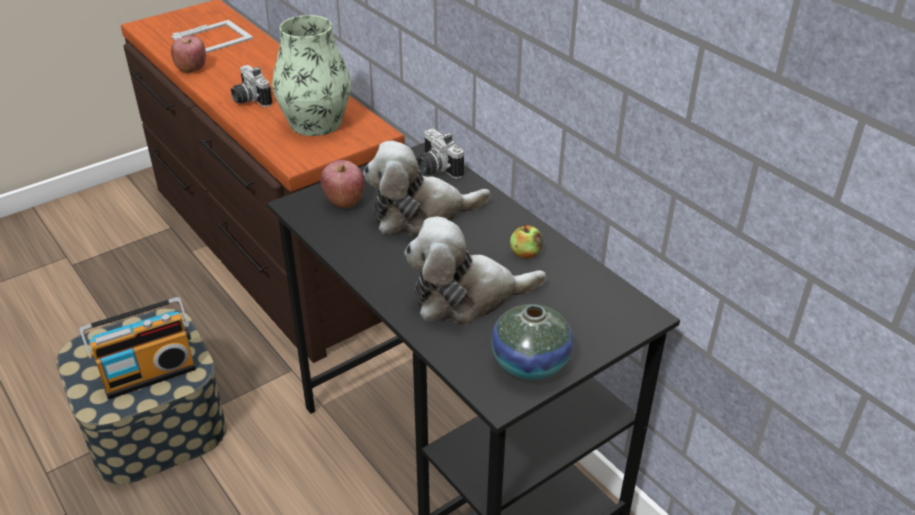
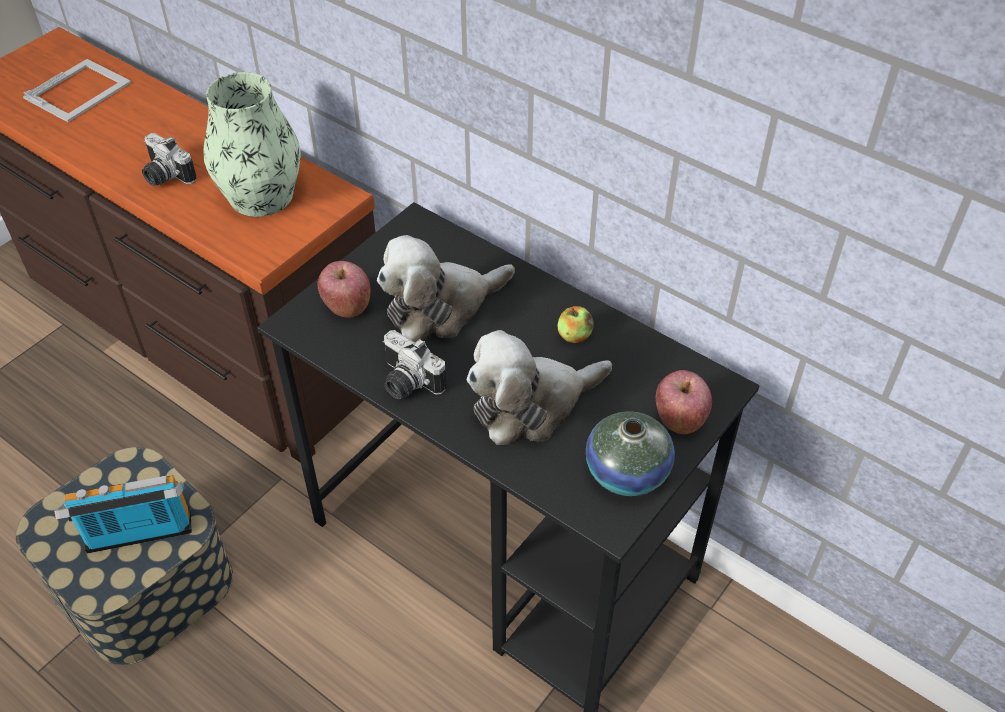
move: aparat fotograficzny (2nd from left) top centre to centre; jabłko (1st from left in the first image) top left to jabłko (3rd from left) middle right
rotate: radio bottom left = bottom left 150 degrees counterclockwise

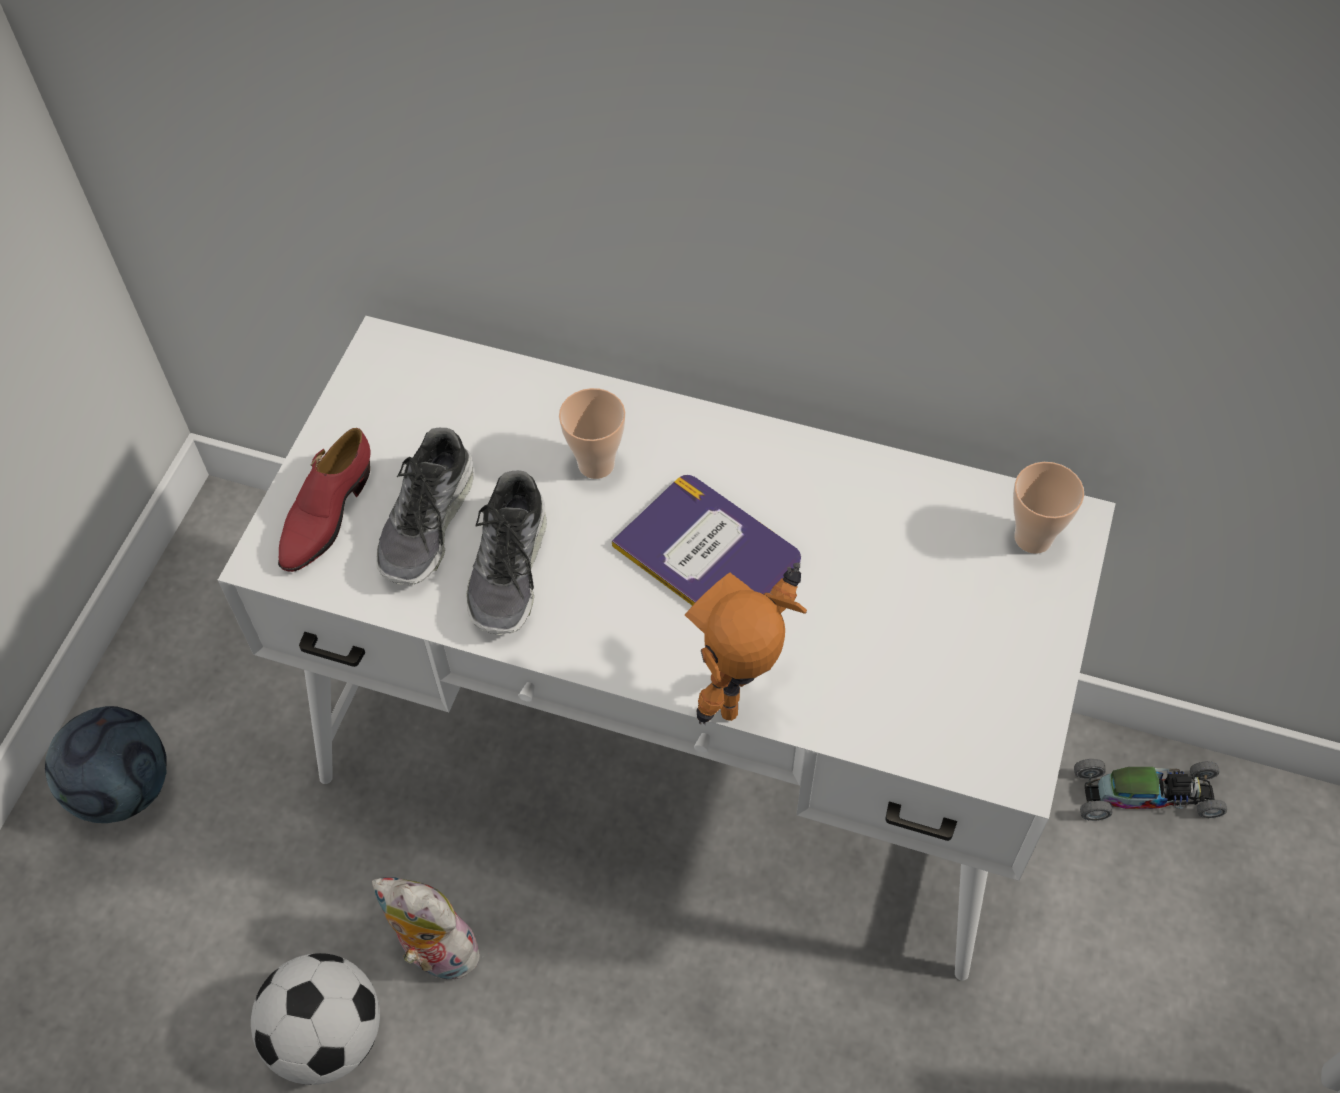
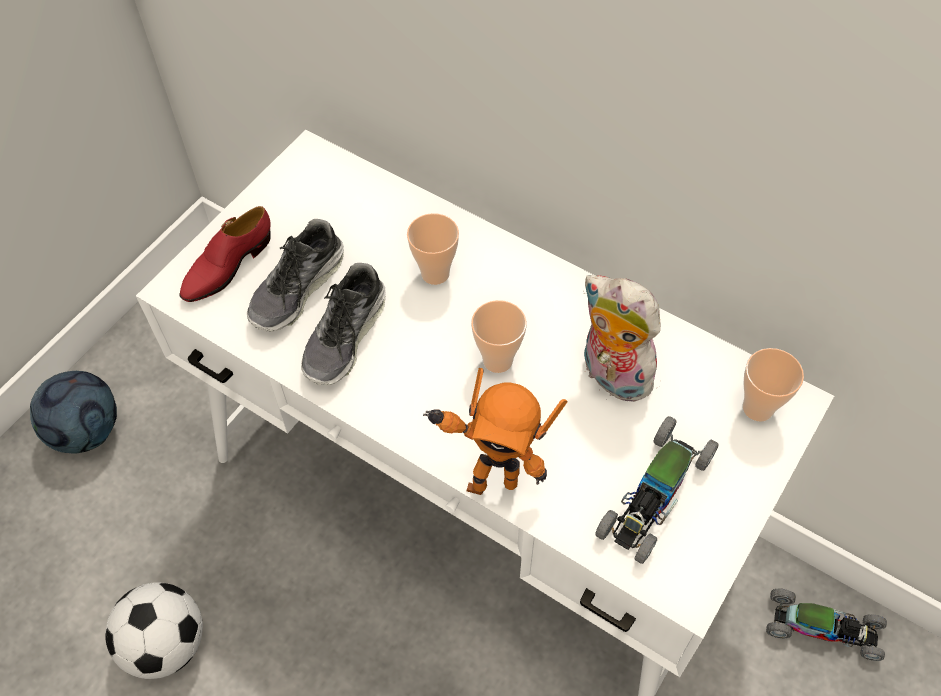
insert: samochodzik (1st from left) bottom right
move: pluszak bottom left to centre
replace: książka centre to filiżanka (2nd from left) centre
rotate: robot zabawkowy centre = centre 135 degrees counterclockwise

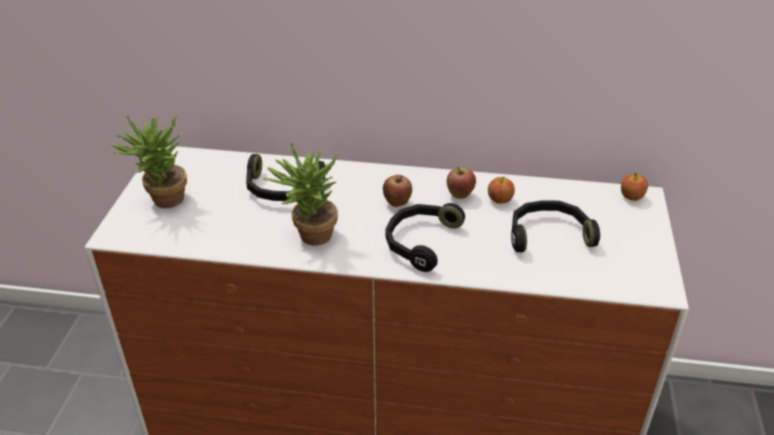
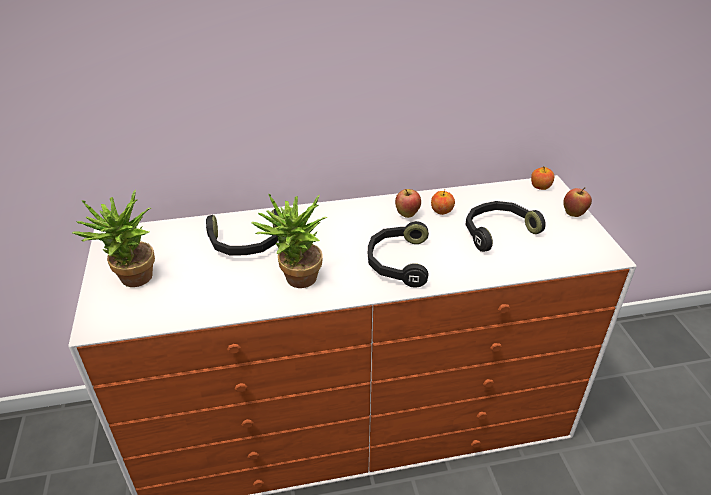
move: jabłko (1st from left in the first image) centre to jabłko (4th from left) middle right

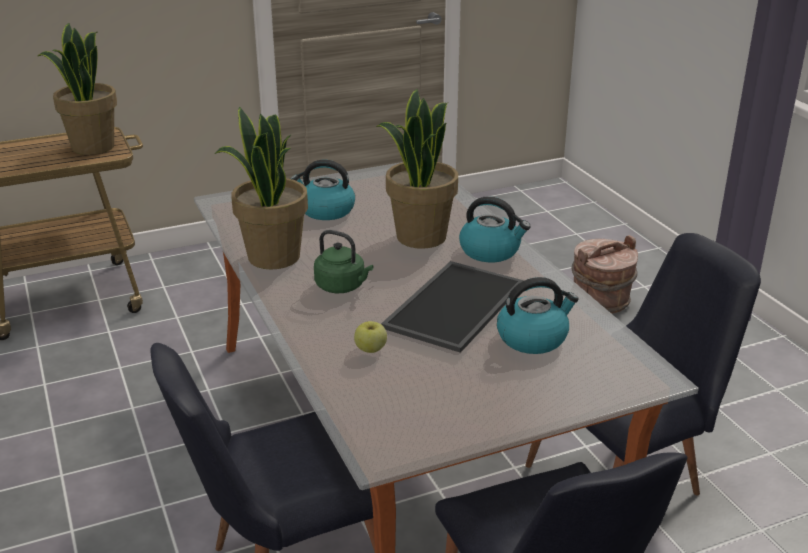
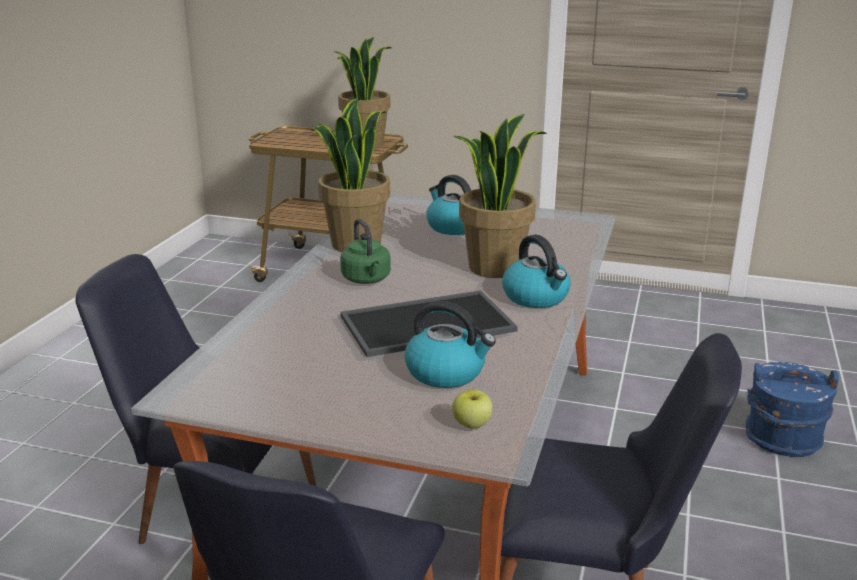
move: jabłko centre to bottom centre
recolor: wiadro [brązowy] middle right to wiadro [niebieski] bottom right

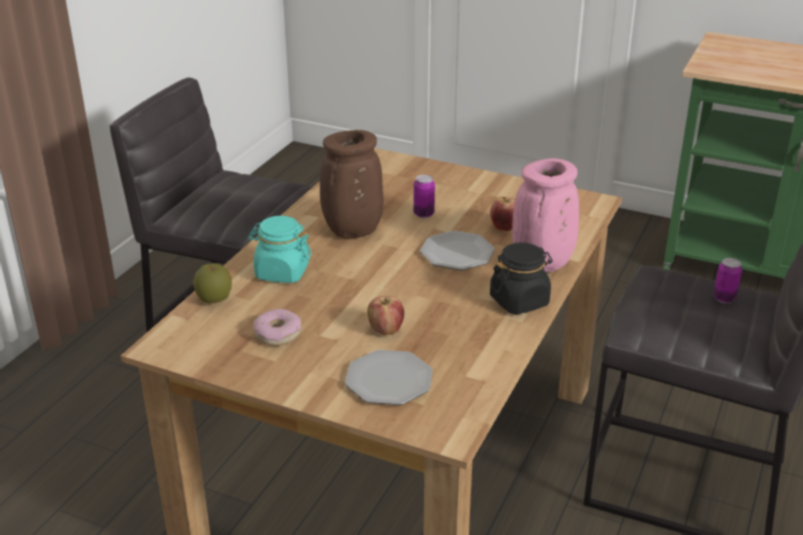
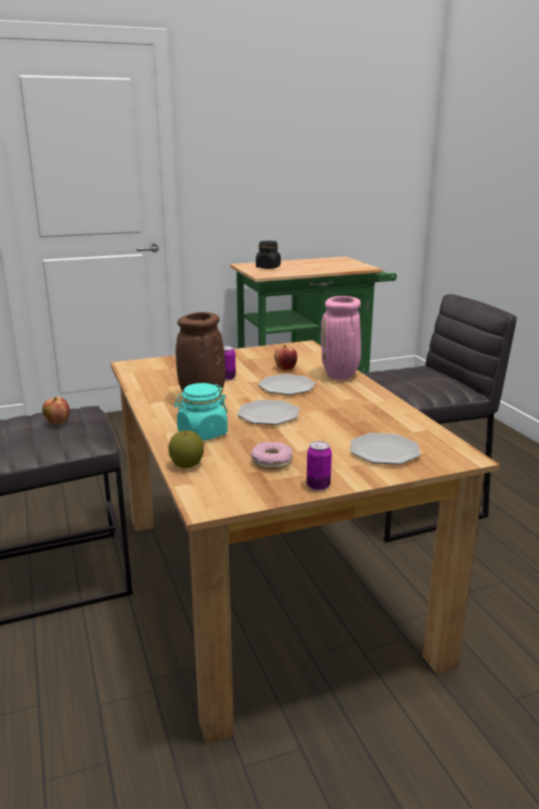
insert: talerz (1st from left) centre
move: jabłko (2nd from left in the first image) centre to jabłko (1st from left) middle left; słoik [czarny] centre to top centre; puszka (2nd from left) middle right to centre

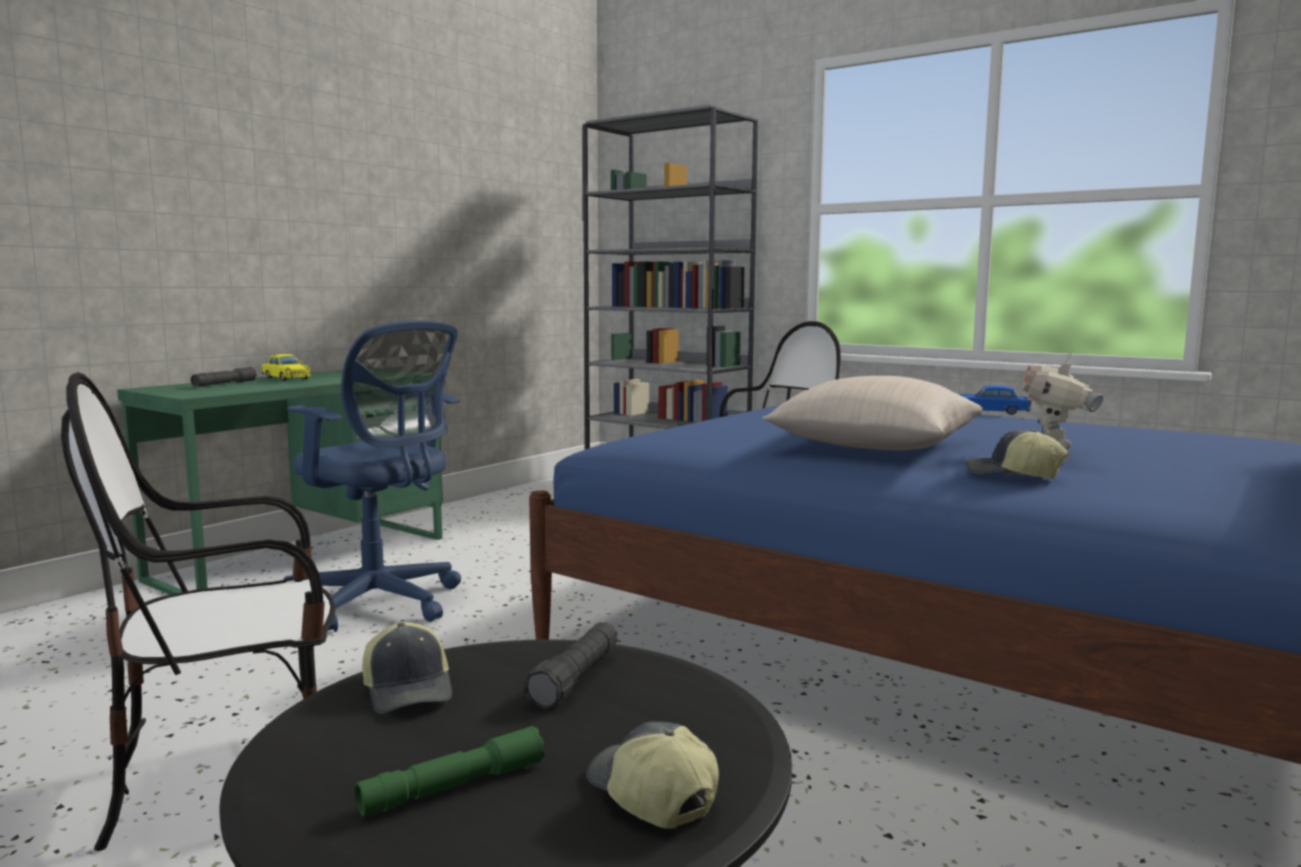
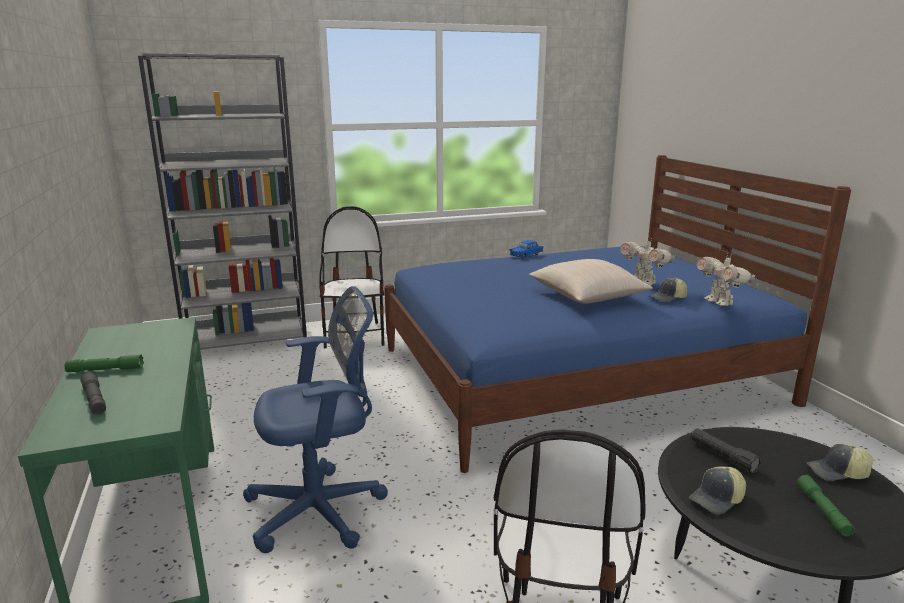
insert: robot zabawkowy (2nd from left) middle right
replace: samochodzik [żółty] middle left to latarka [zielony] (1st from left) middle left
rotate: czapka z daszkiem (1st from left in the first image) bottom left = bottom right 135 degrees clockwise

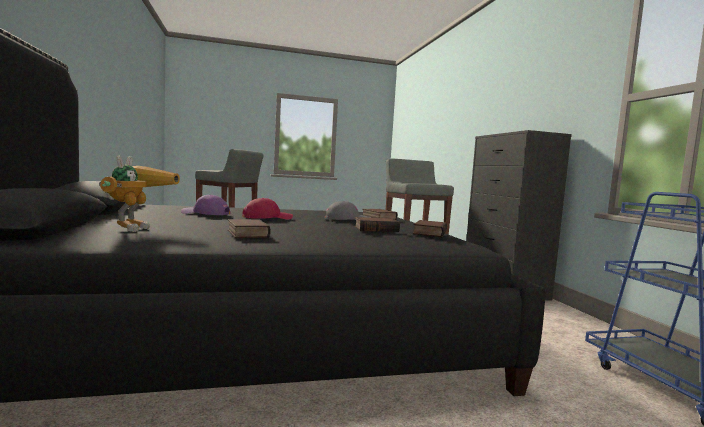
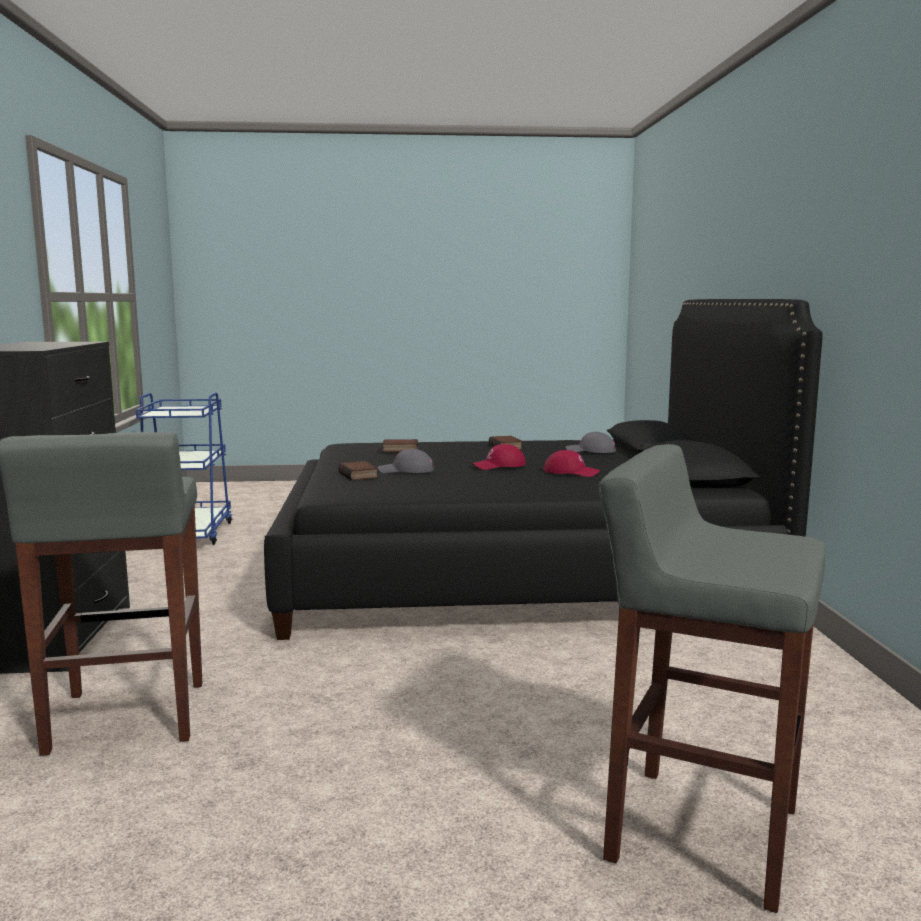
delete: książka (4th from left) centre
replace: robot zabawkowy middle left to czapka z daszkiem [szary] (2nd from left) centre
recolor: czapka z daszkiem [fioletowy] middle left to czapka z daszkiem [czerwony] (2nd from left) centre

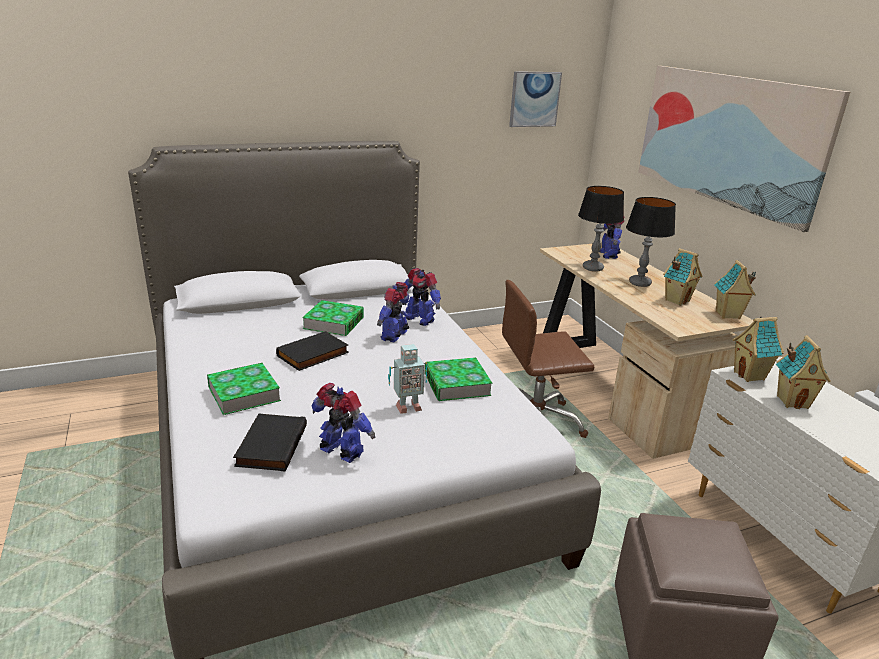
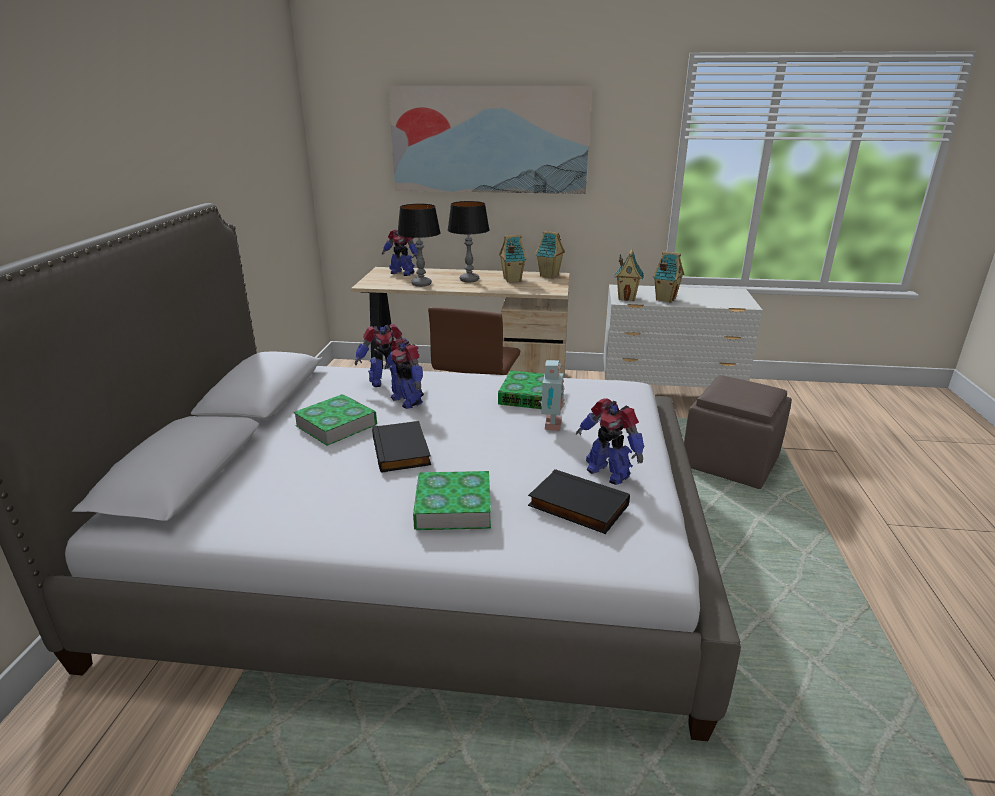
delete: obraz (1st from left) top centre
rotate: robot zabawkowy (1st from left in the first image) centre = centre 105 degrees counterclockwise

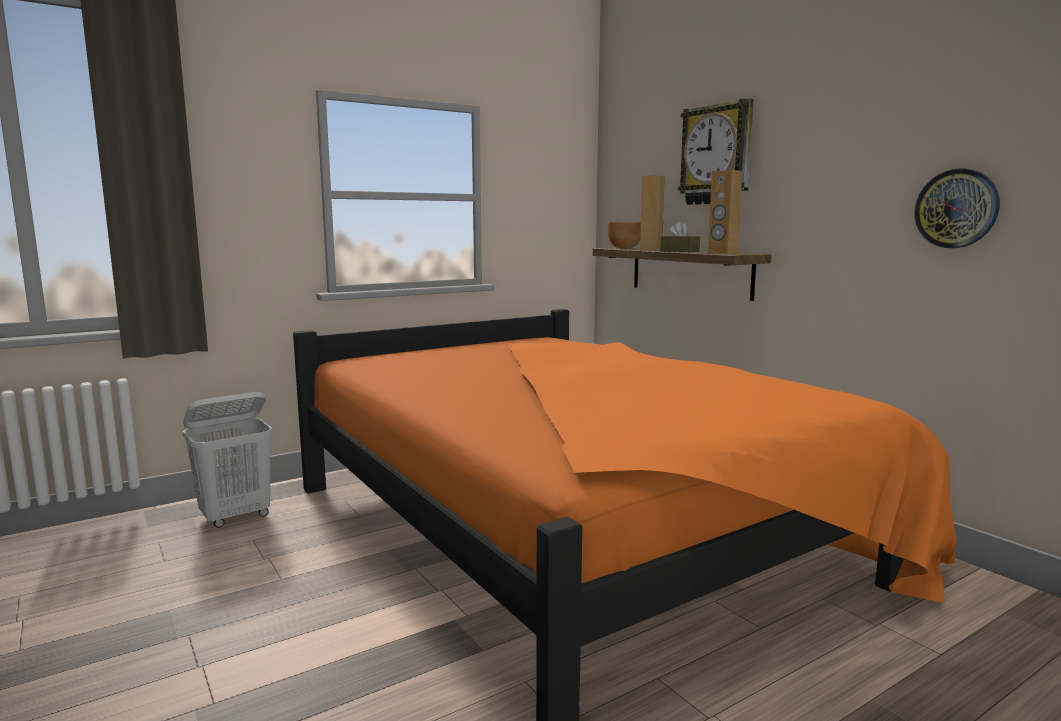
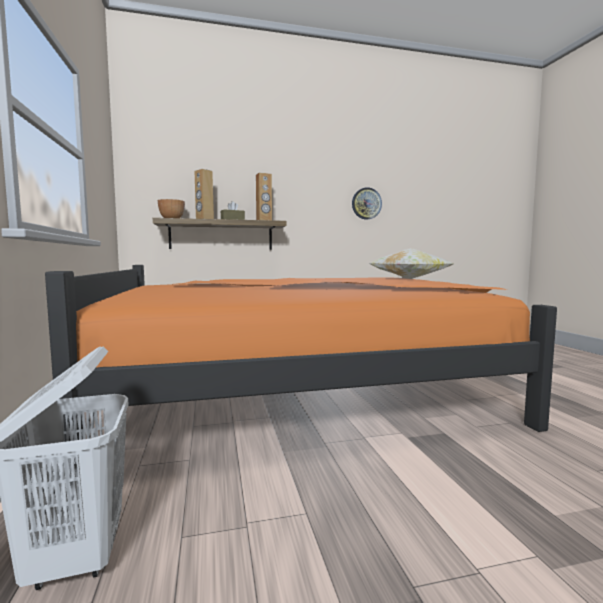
delete: zegar ścienny (1st from left) top right
insert: poduszka middle right

